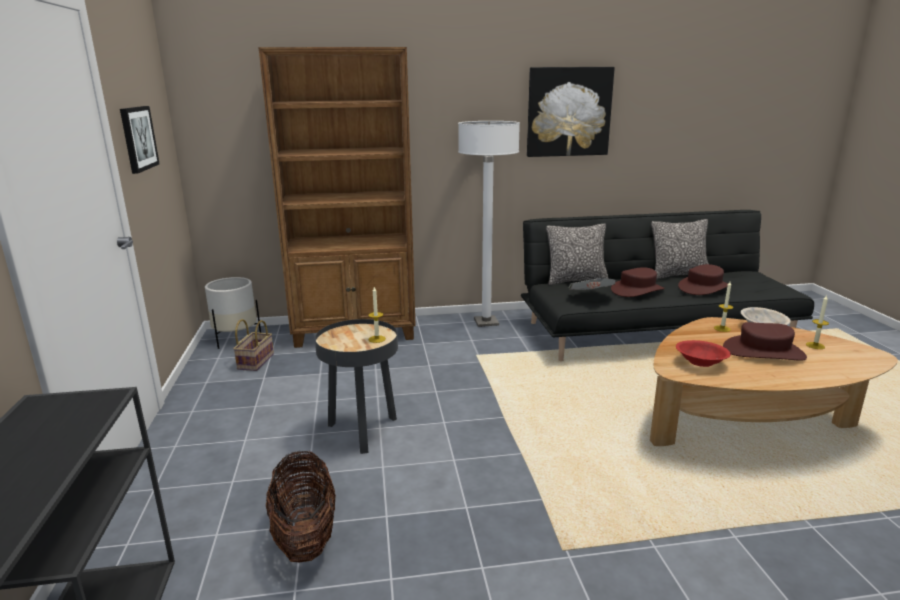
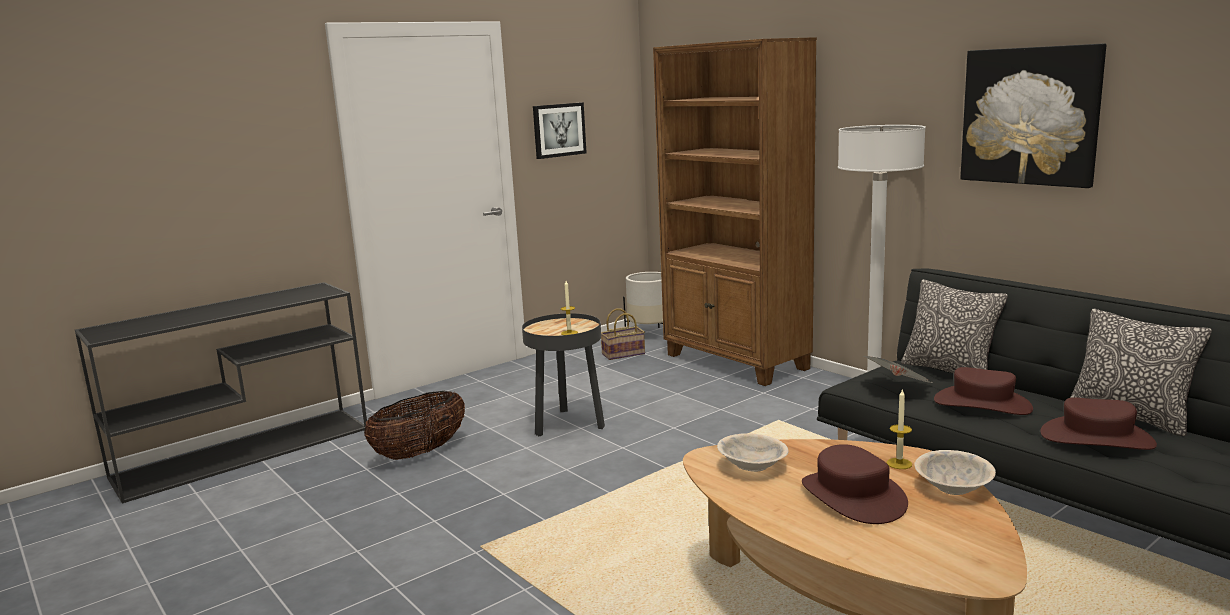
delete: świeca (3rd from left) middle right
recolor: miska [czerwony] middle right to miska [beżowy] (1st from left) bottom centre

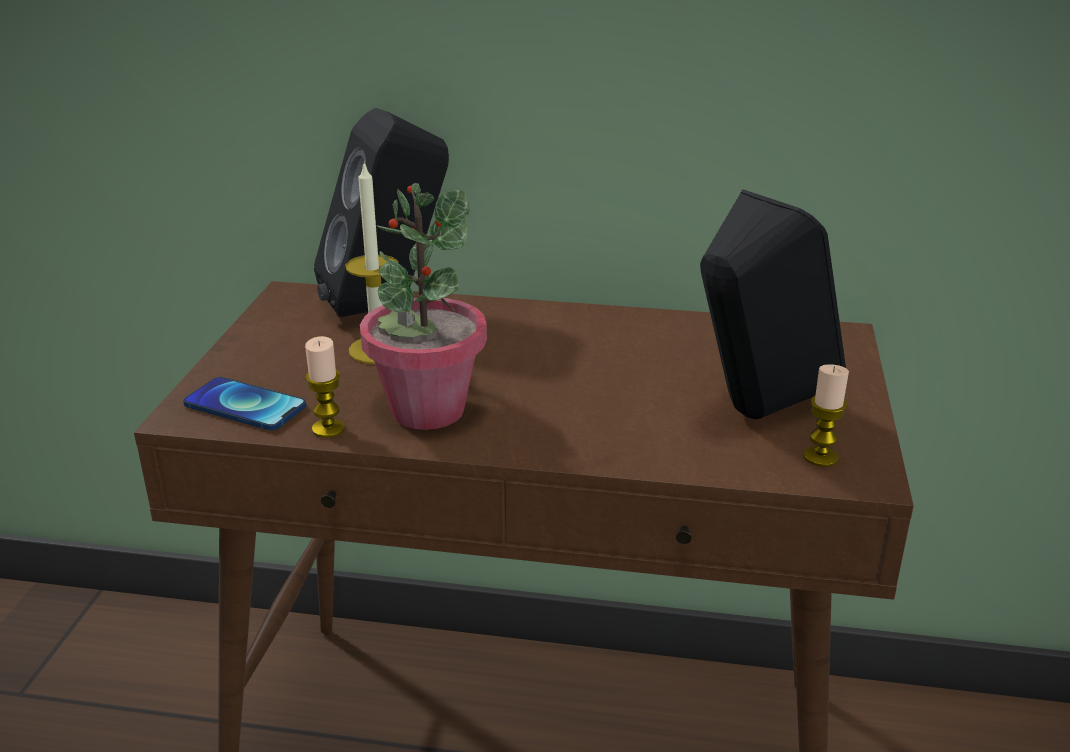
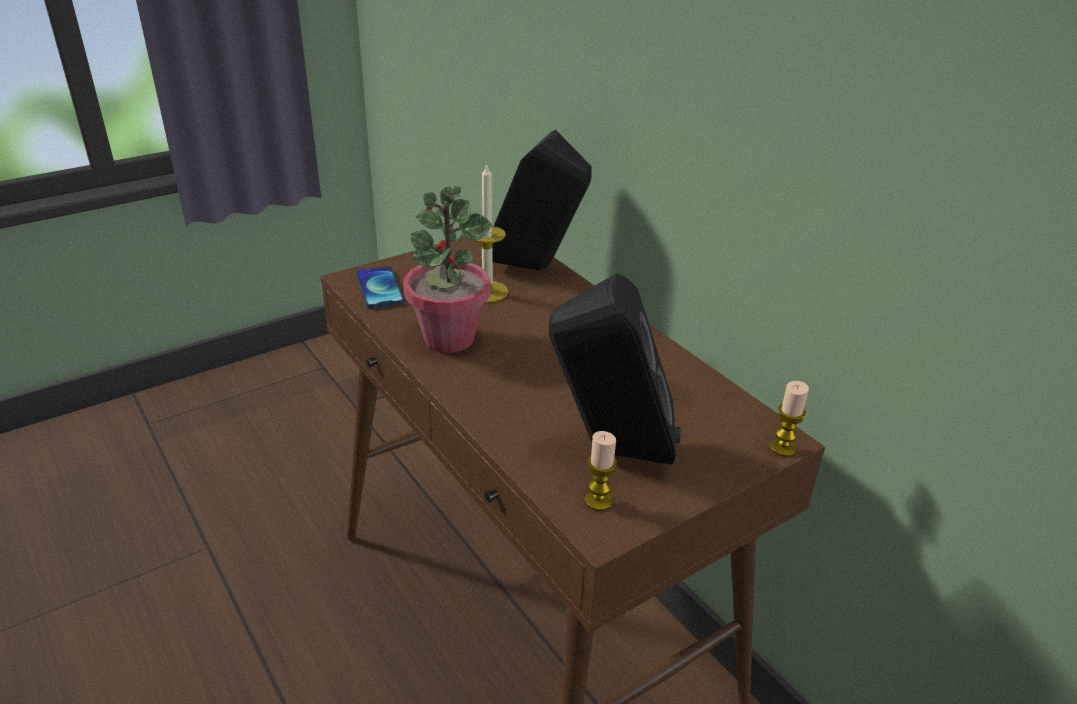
move: świeca (1st from left in the first image) middle left to świeca (3rd from left) middle right

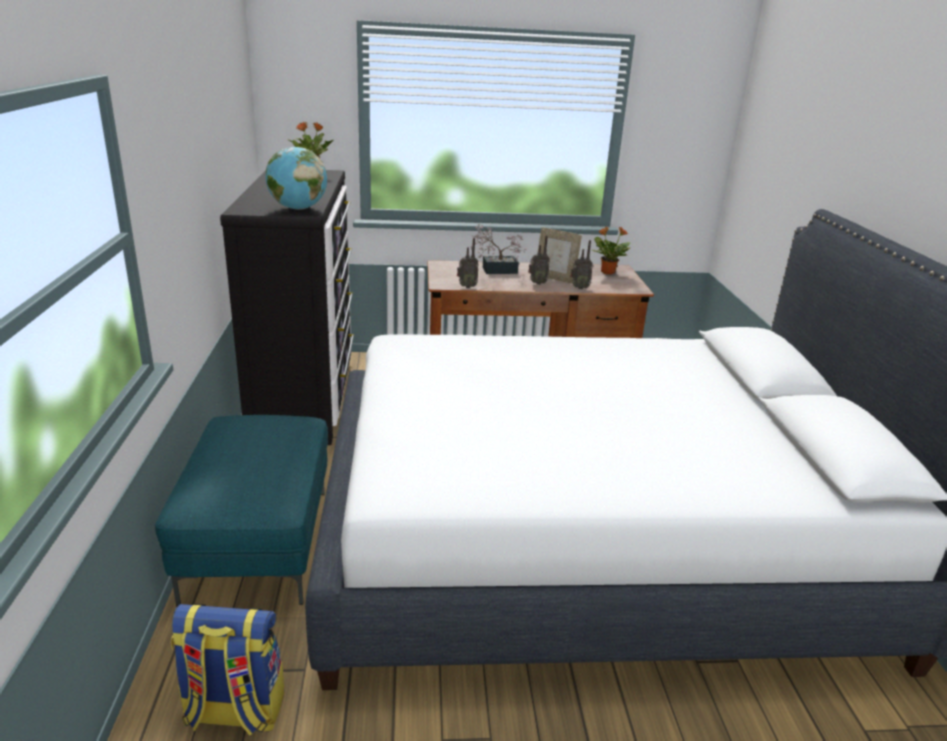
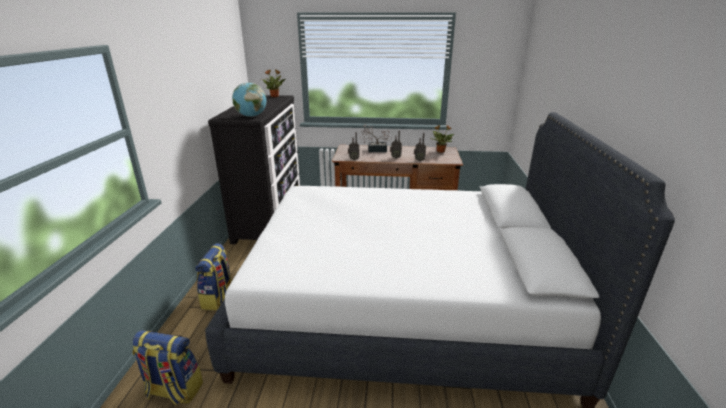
delete: ramka na zdjęcie centre
replace: pufa [turkusowy] bottom left to plecak (2nd from left) bottom left

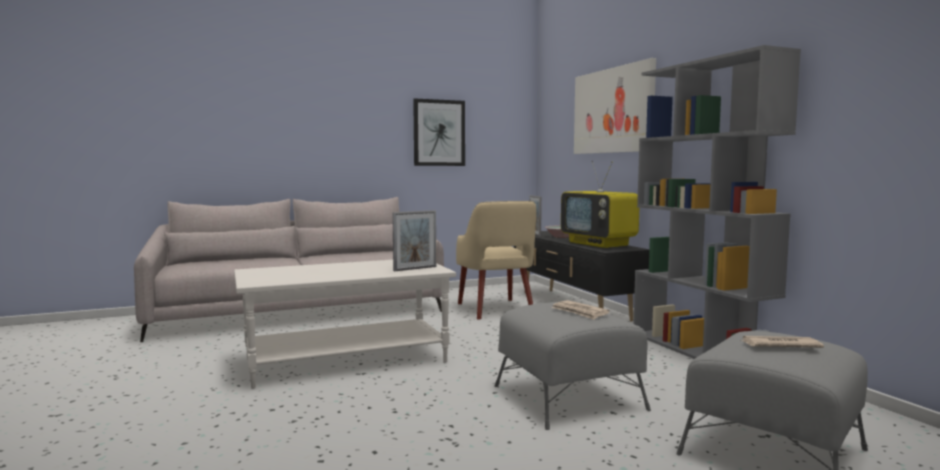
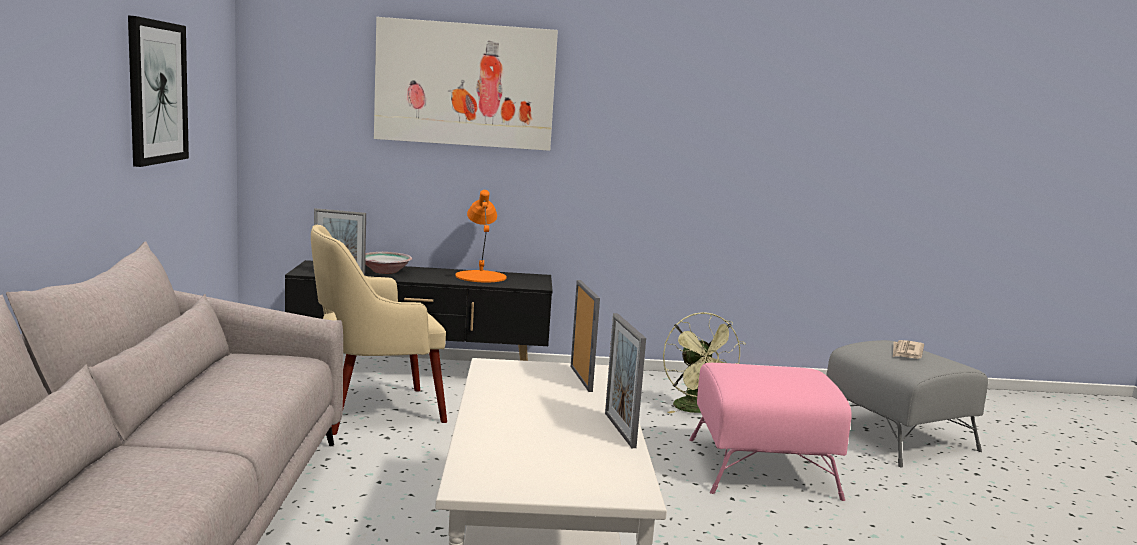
delete: gazeta (1st from left) centre; regał [szary] middle right
insert: ramka na zdjęcie (3rd from left) bottom centre; wentylator [zielony] centre
replace: telewizor centre to lampa stołowa [pomarańczowy] centre
recolor: pufa [szary] (1st from left) bottom centre to pufa [różowy] bottom right
rotate: fotel [beżowy] centre = centre 150 degrees clockwise

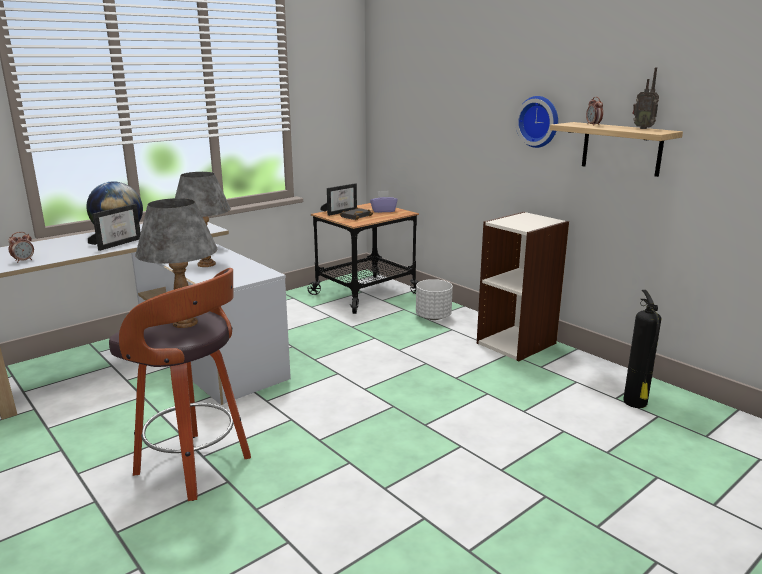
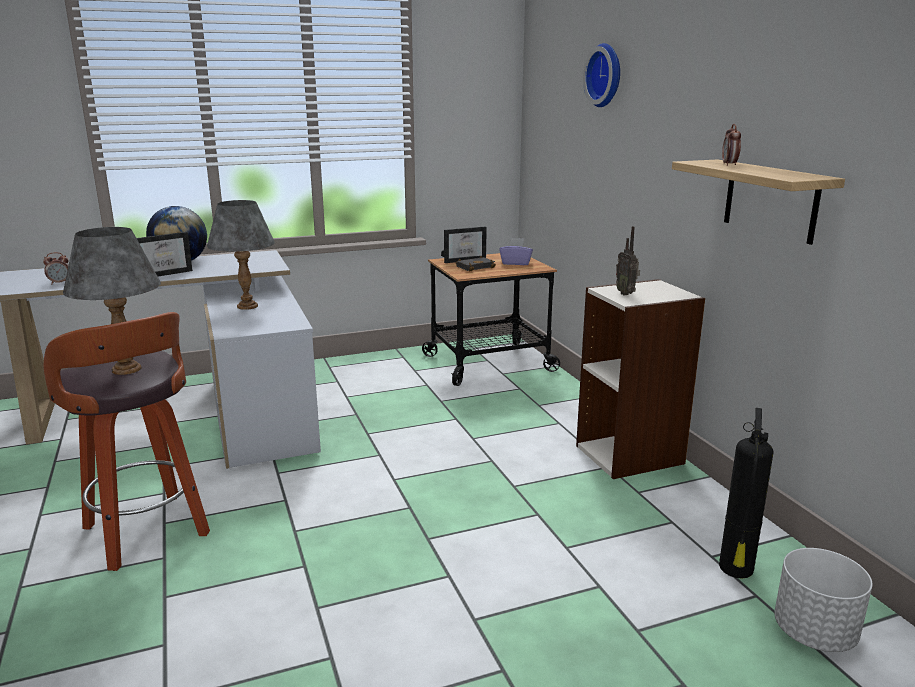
move: zegar ścienny top right to top centre; radio top right to middle right; donica [biały] centre to bottom right

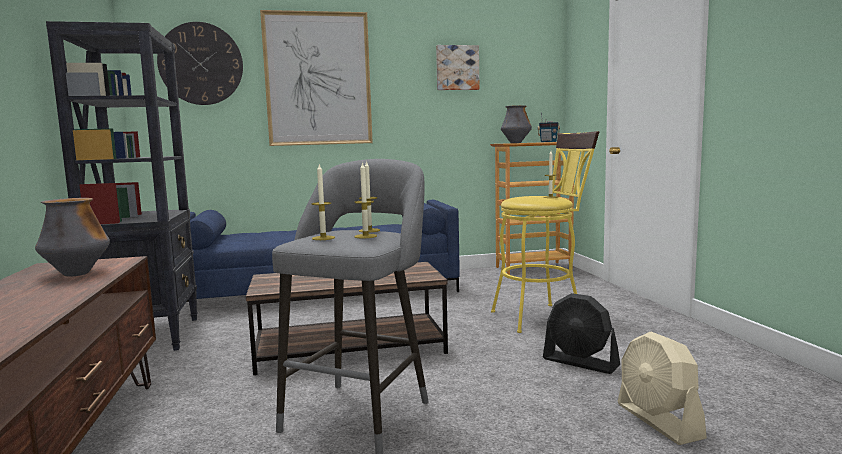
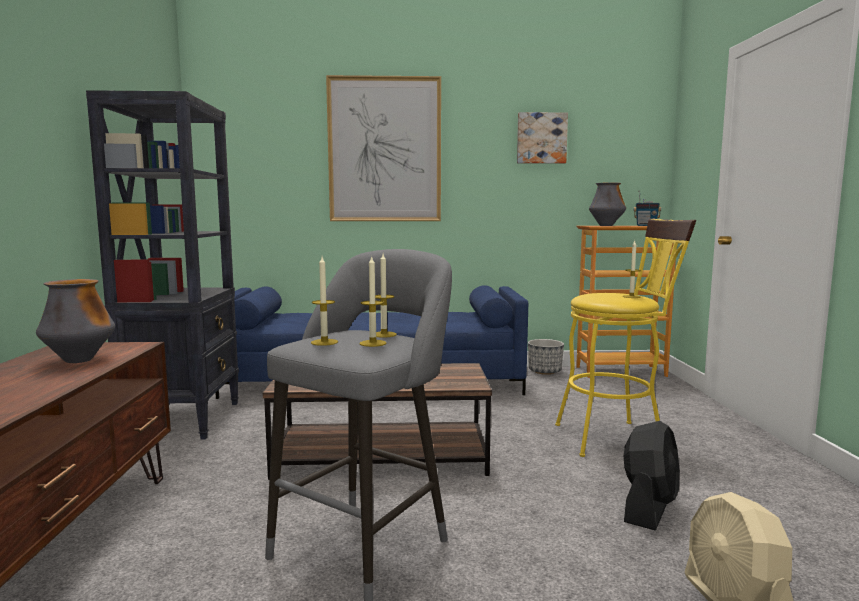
delete: zegar ścienny top left
insert: donica centre
rotate: wentylator [czarny] bottom right = bottom right 105 degrees counterclockwise

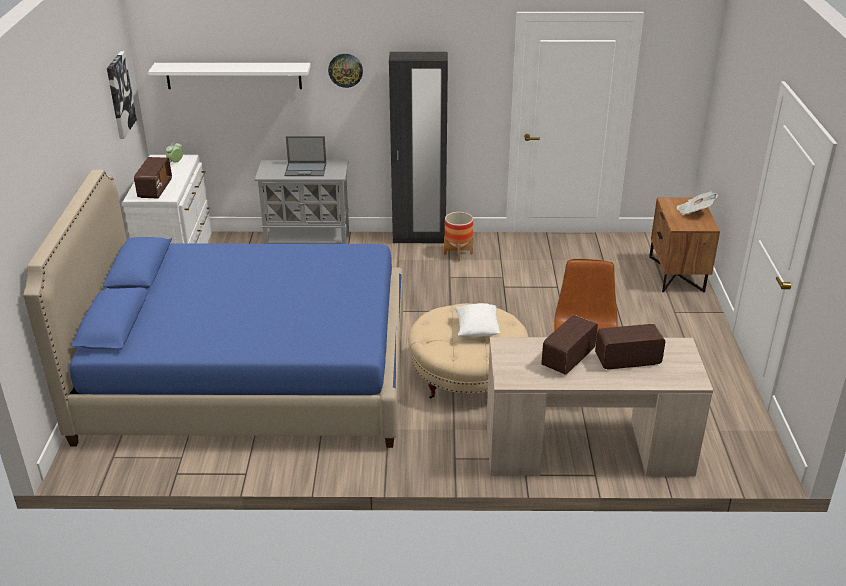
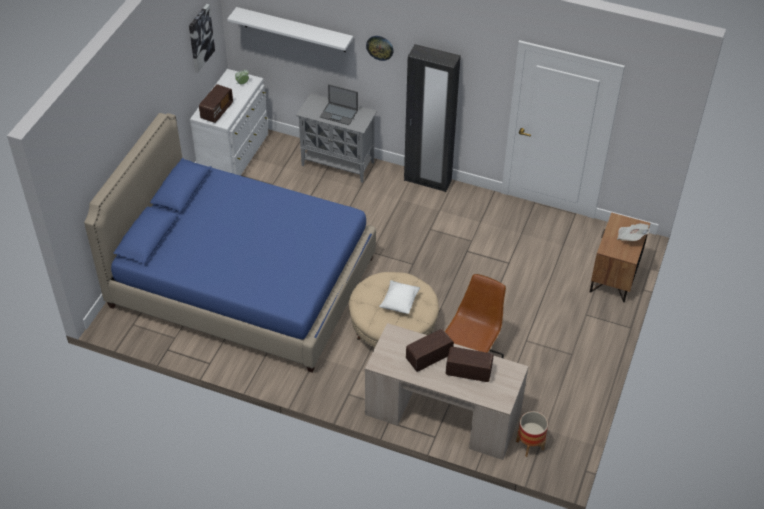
move: donica centre to bottom right

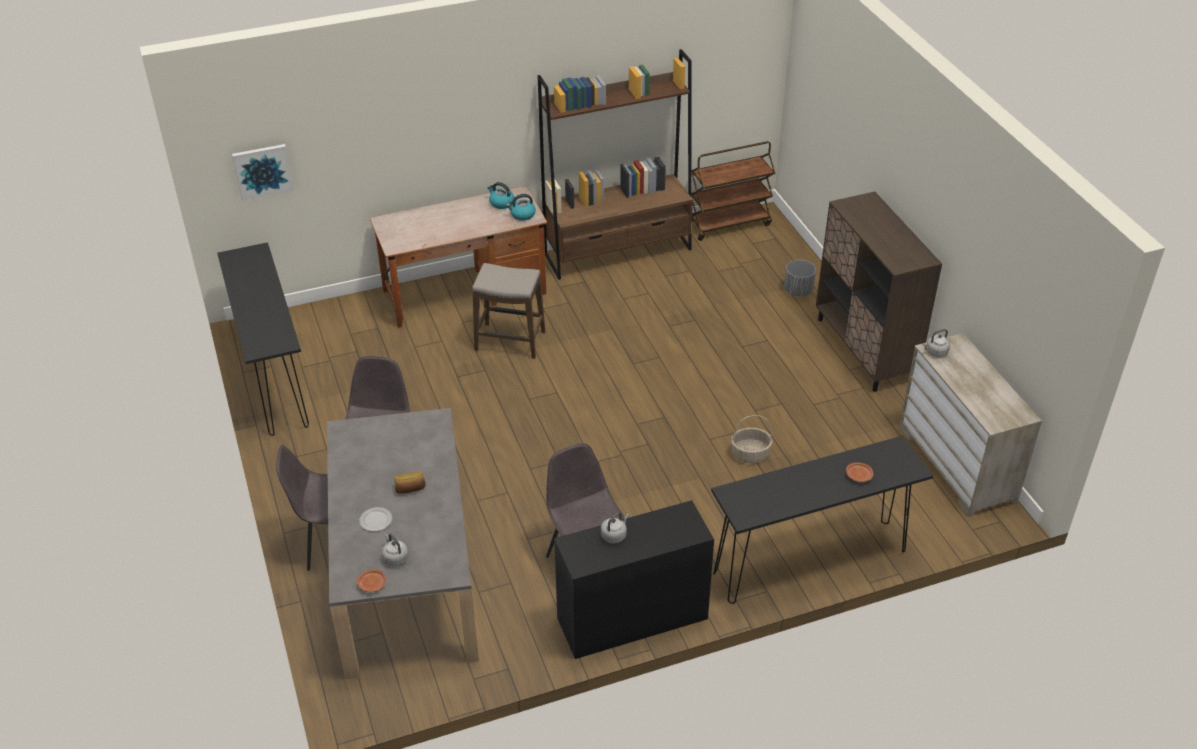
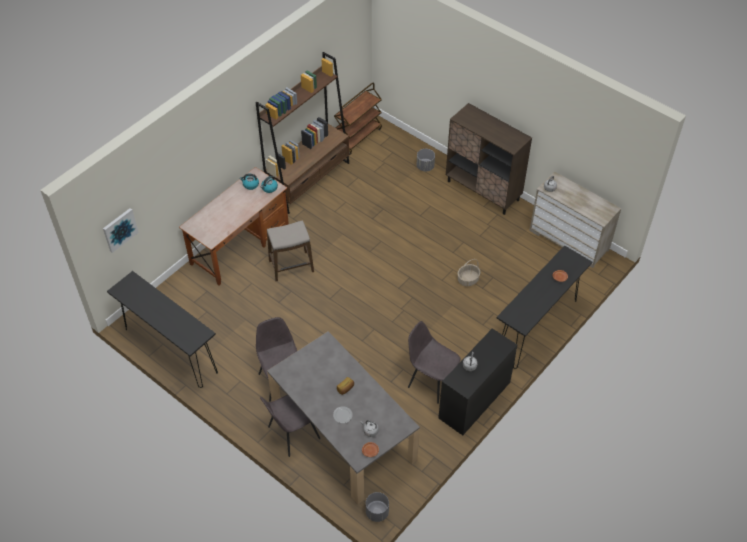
insert: donica [szary] (1st from left) bottom centre

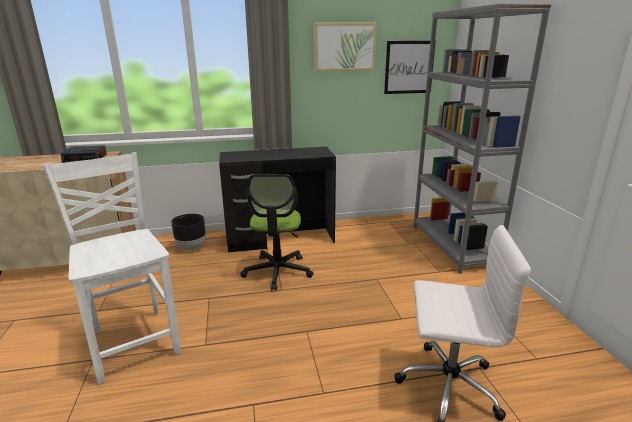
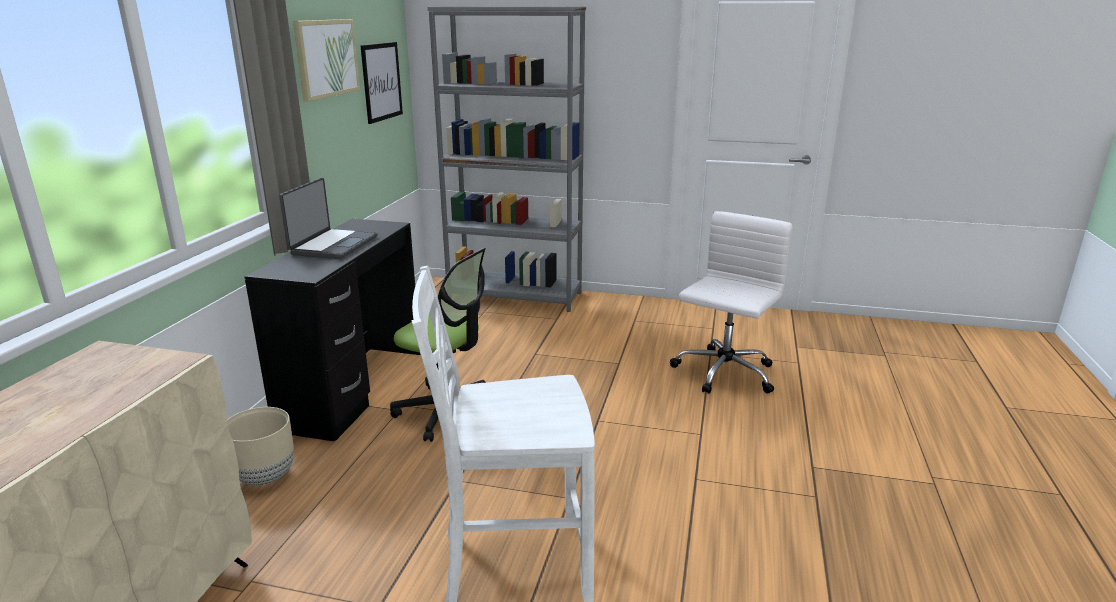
delete: budzik middle left
insert: laptop middle left
recolor: donica [czarny] middle left to donica [beżowy] bottom left

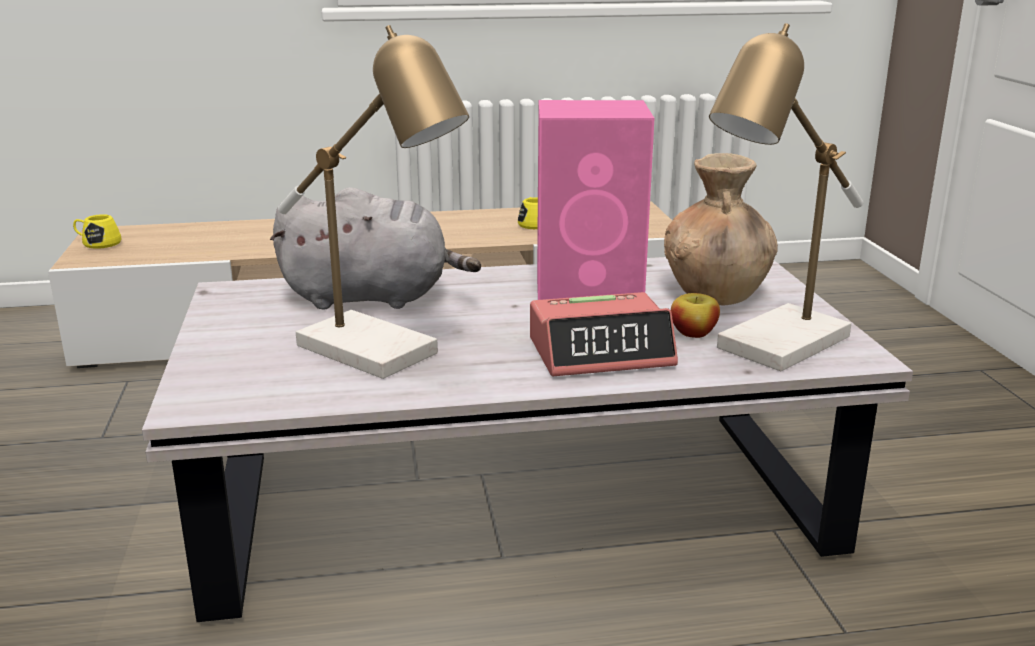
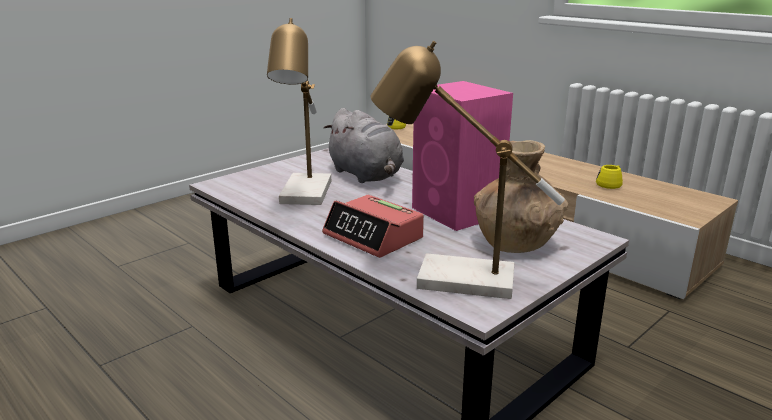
delete: jabłko middle right

